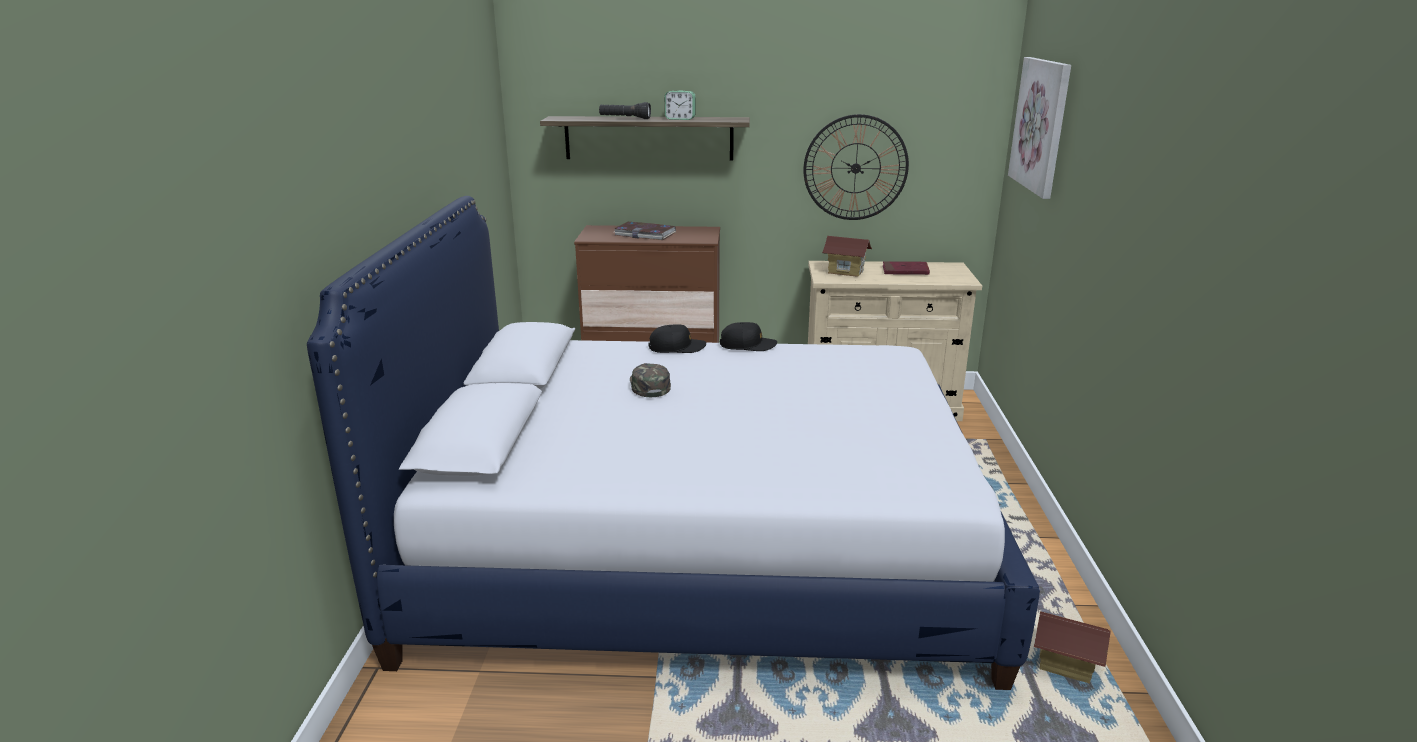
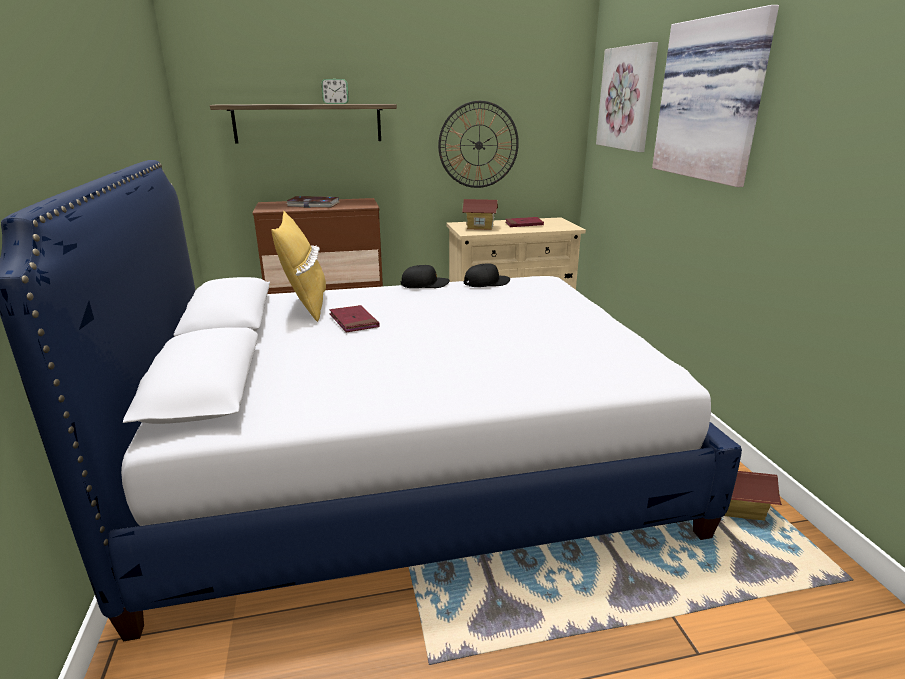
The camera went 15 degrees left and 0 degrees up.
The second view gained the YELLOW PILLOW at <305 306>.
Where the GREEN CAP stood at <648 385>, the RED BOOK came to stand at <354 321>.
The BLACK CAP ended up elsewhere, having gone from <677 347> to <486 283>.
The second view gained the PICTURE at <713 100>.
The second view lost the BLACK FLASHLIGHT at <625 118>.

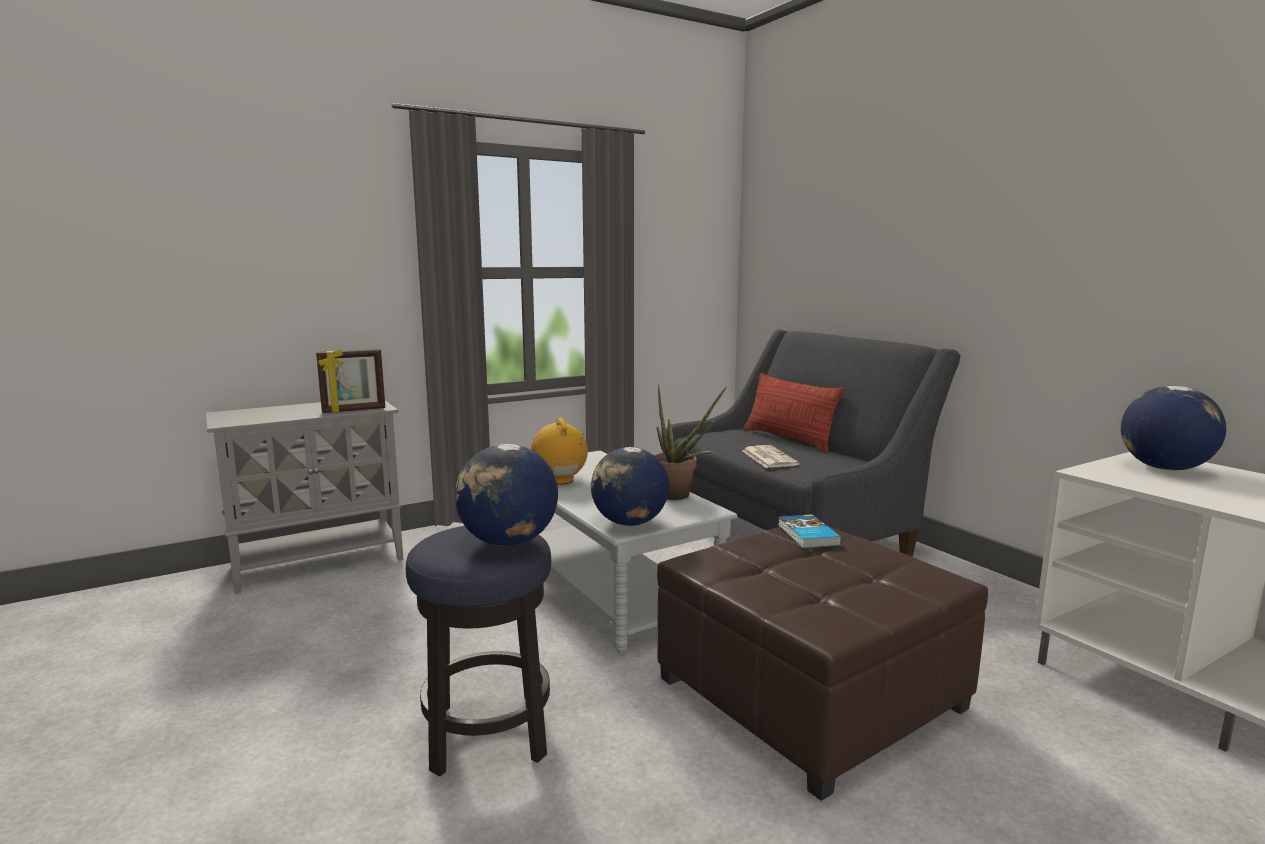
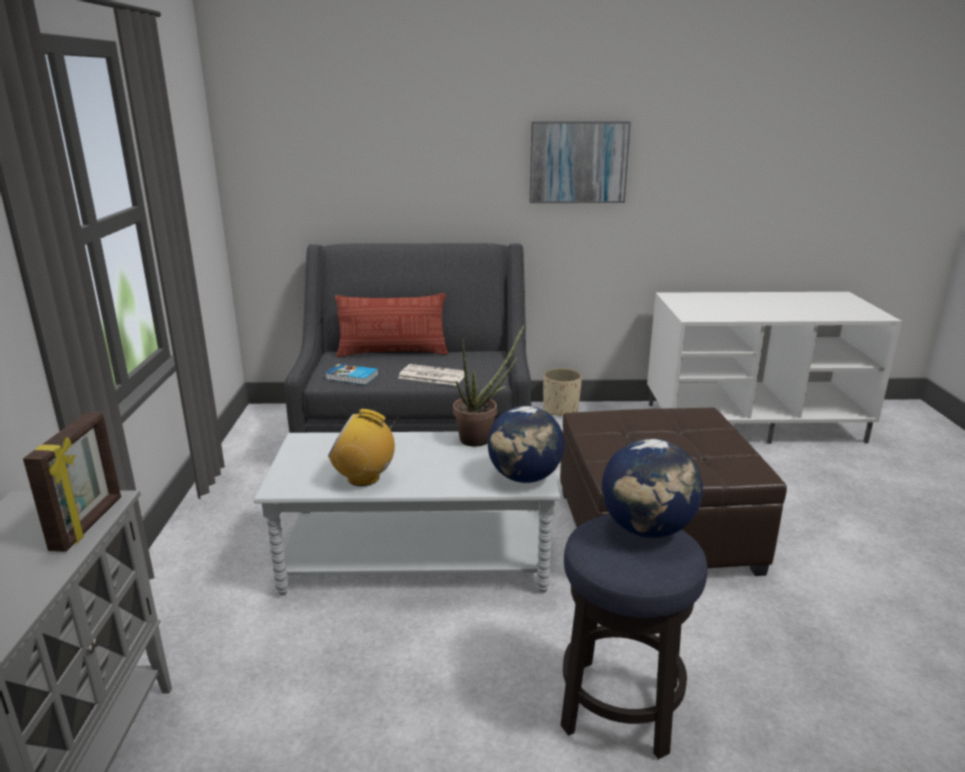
The camera went 60 degrees left and 10 degrees up.
The BOOK ended up elsewhere, having gone from <807 535> to <352 377>.
The second view gained the PICTURE at <578 162>.
The second view gained the BEIGE PLANTER at <561 410>.
The second view lost the GLOBE at <1164 468>.

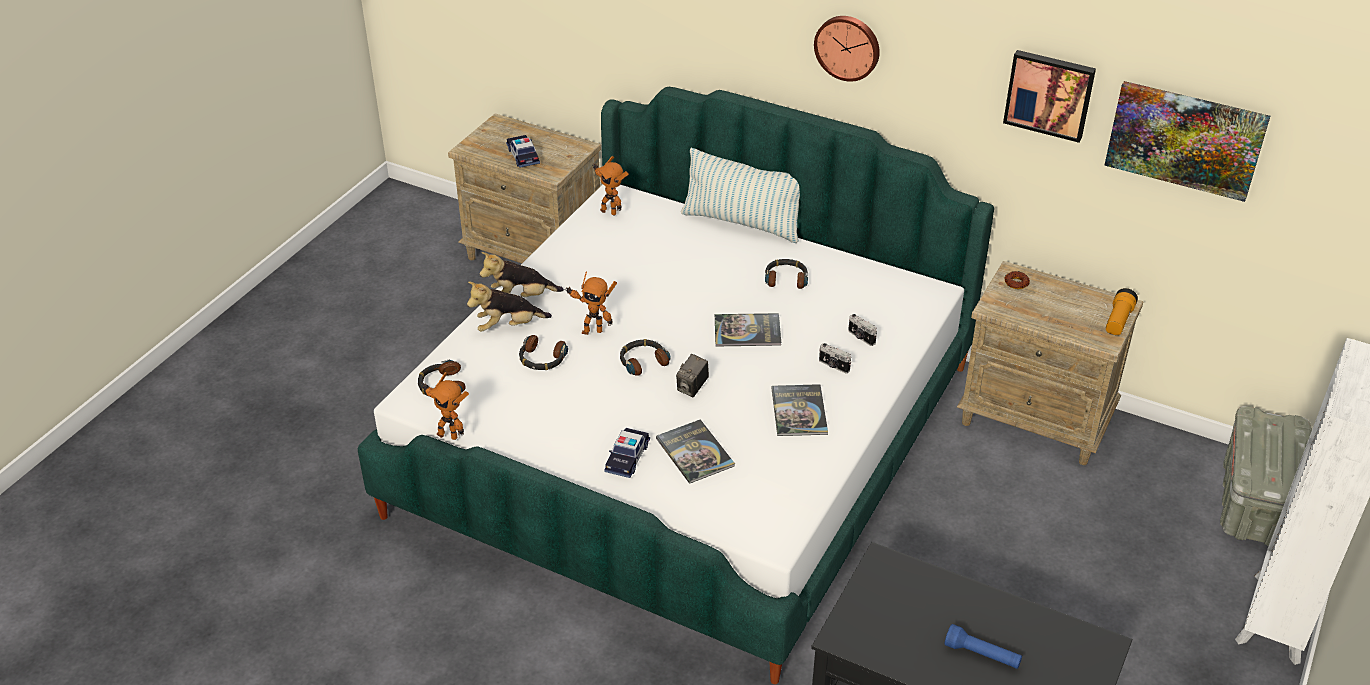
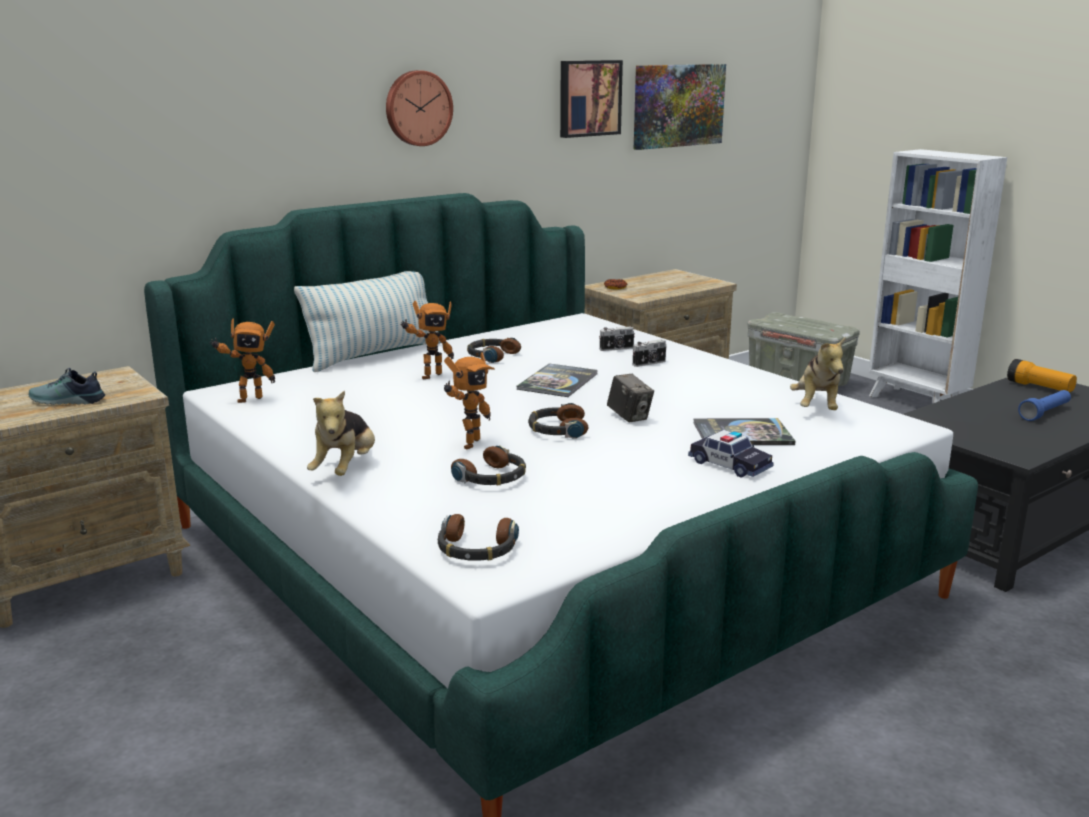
The camera went 65 degrees left and 20 degrees down.
Where the TOY CAR stood at <523 156>, the SHOE came to stand at <66 401>.
The TOY ROBOT ended up elsewhere, having gone from <448 434> to <429 375>.
The PLUSH TOY ended up elsewhere, having gone from <508 326> to <816 407>.
The FLASHLIGHT ended up elsewhere, having gone from <1118 321> to <1039 387>.
The second view lost the BOOK at <799 411>.

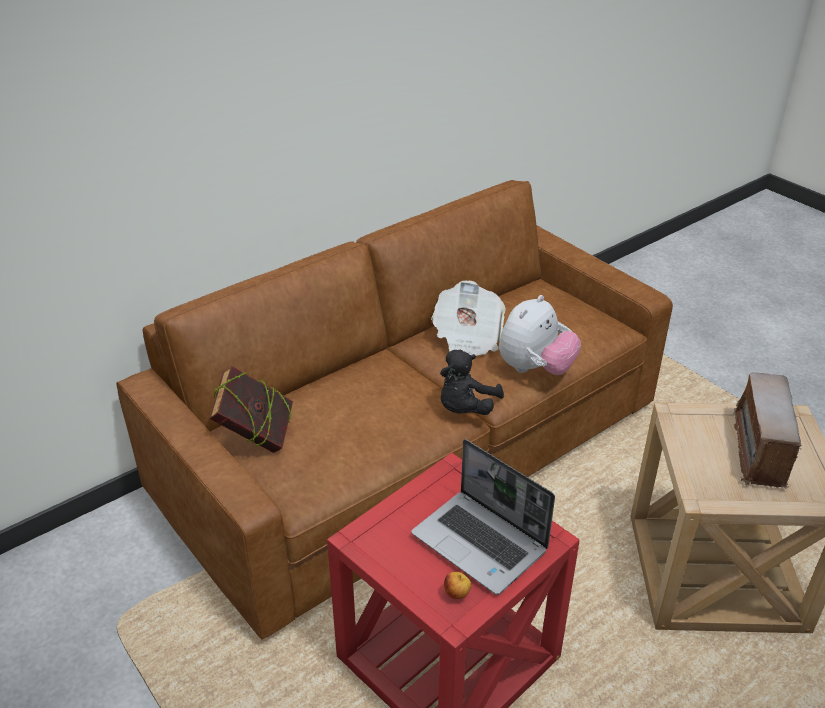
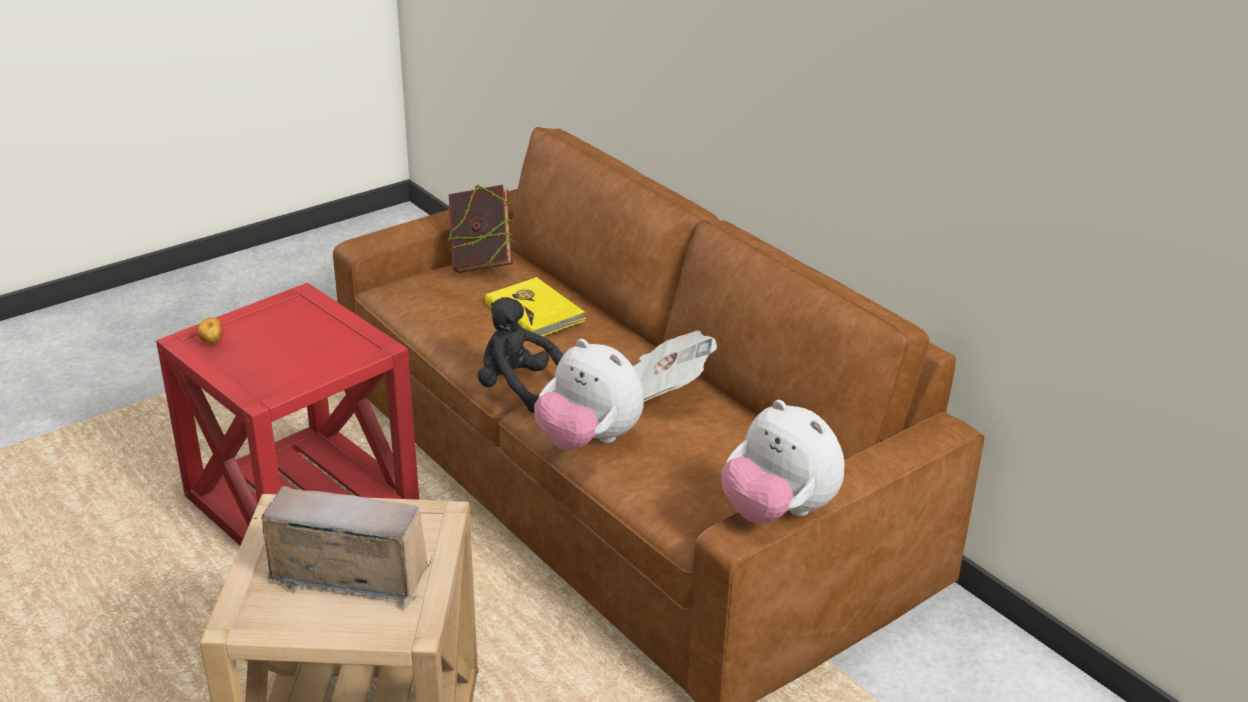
The camera went 90 degrees right and 5 degrees down.
The second view gained the YELLOW BOOK at <535 311>.
The second view gained the PLUSH TOY at <778 512>.
The second view lost the LAPTOP at <481 543>.

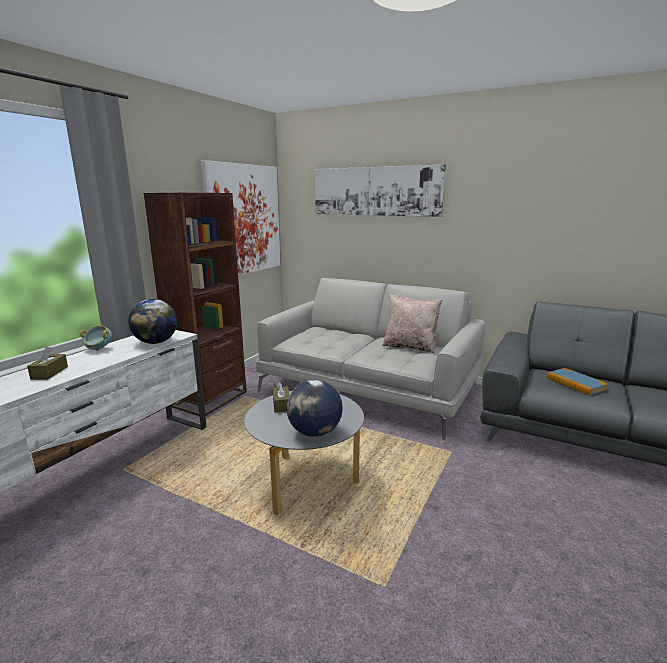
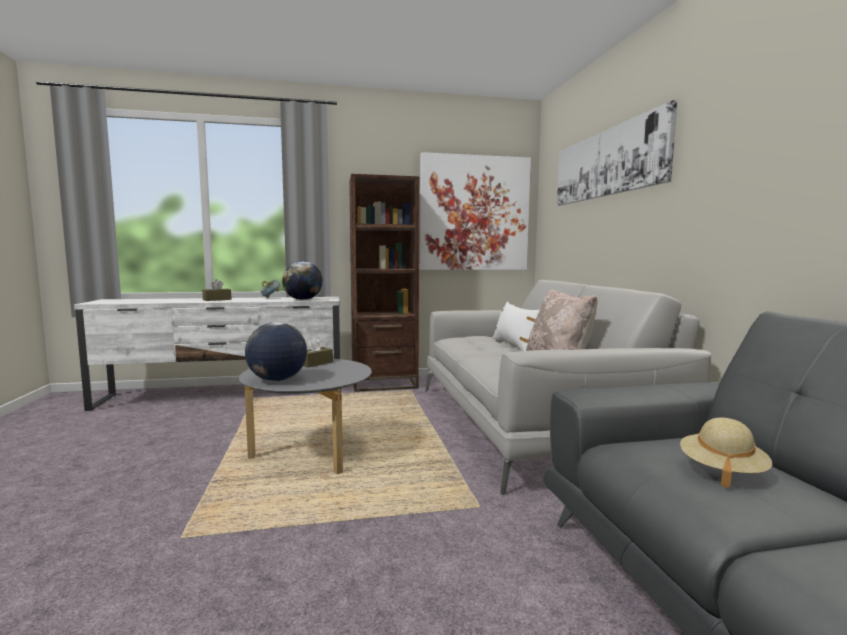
The camera went 50 degrees right and 10 degrees down.
The second view gained the WHITE PILLOW at <515 346>.
Where the BOOK stood at <575 383>, the BEIGE HAT came to stand at <721 471>.

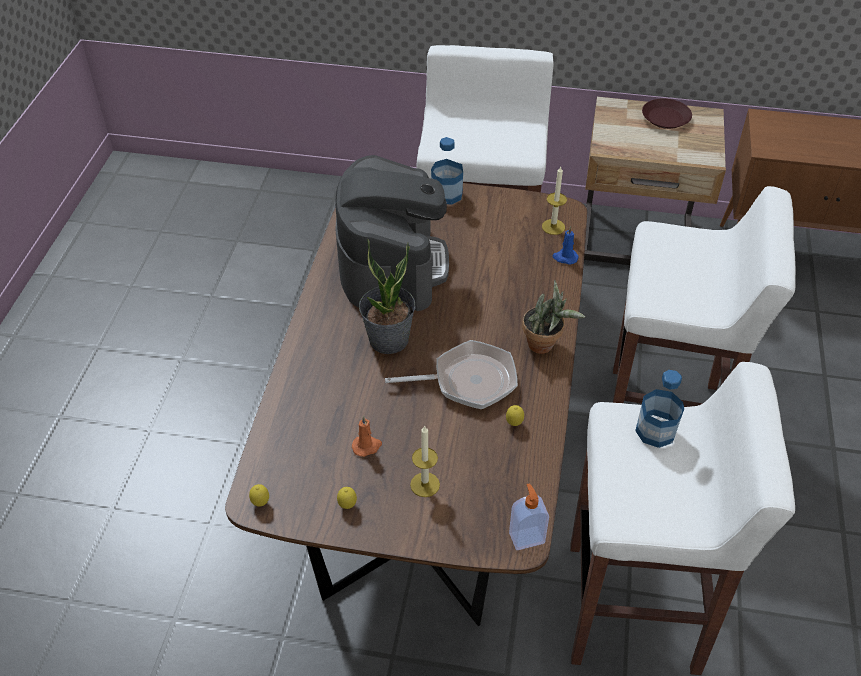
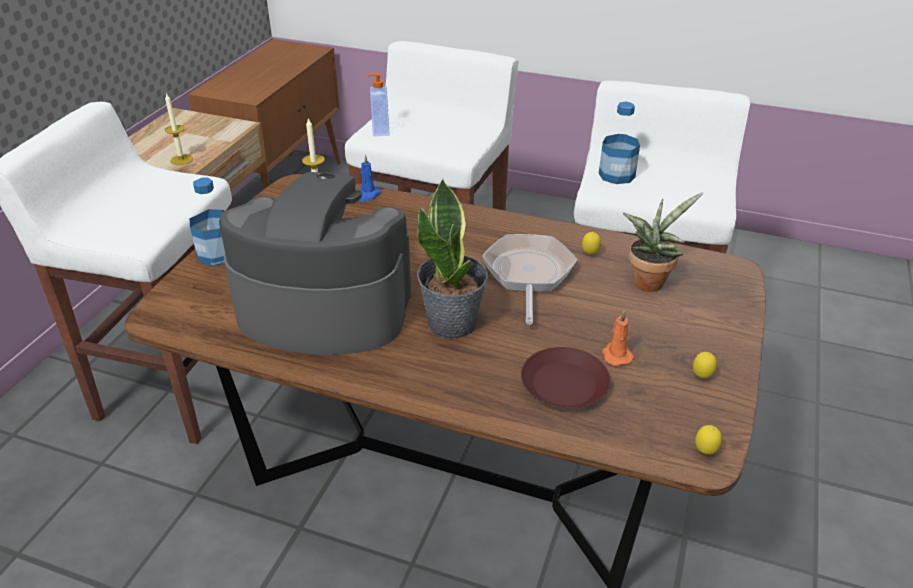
The camera went 80 degrees left and 10 degrees down.
The CANDLE ended up elsewhere, having gone from <425 484> to <181 160>.
The SOAP DISPENSER ended up elsewhere, having gone from <526 537> to <380 131>.
The BROWN PLATE ended up elsewhere, having gone from <665 118> to <563 384>.
The POTTED PLANT ended up elsewhere, having gone from <544 345> to <649 280>.

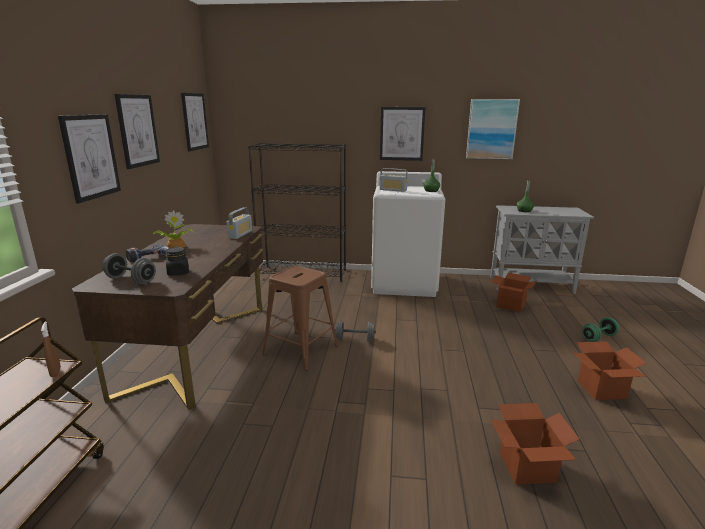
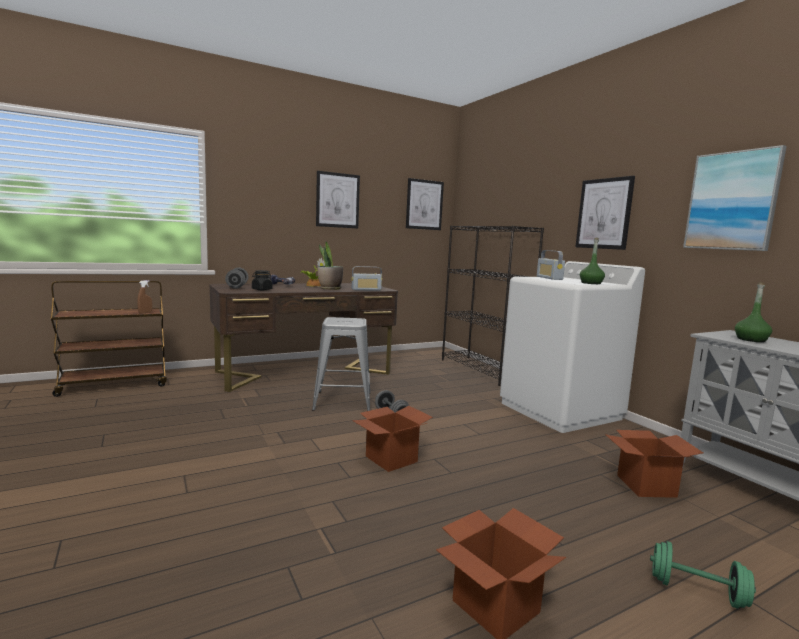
The camera went 55 degrees right and 10 degrees down.
What was the BROWN STOOL at <300 349> turned into the GREY STOOL at <343 401>.
The second view gained the POTTED PLANT at <330 289>.
The CARDBOARD BOX ended up elsewhere, having gone from <527 467> to <391 459>.
The second view lost the PICTURE at <91 157>.

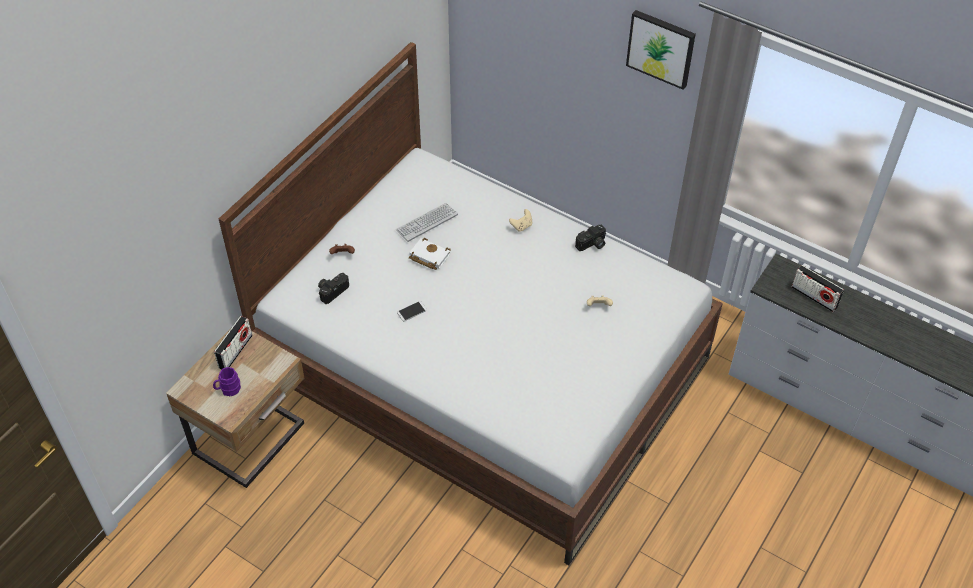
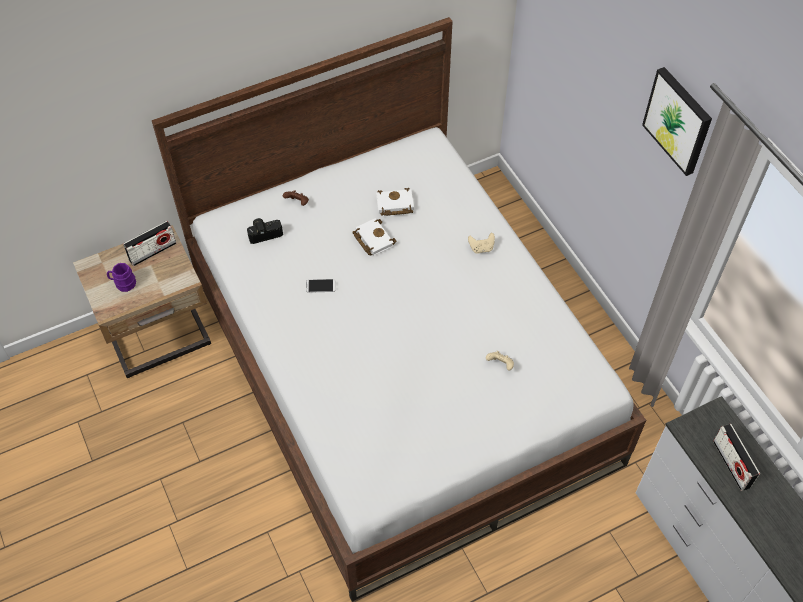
The camera went 30 degrees right and 5 degrees up.
Where the KEYBOARD stood at <427 222>, the WHITE BOOK came to stand at <394 205>.
The second view lost the PHOTO CAMERA at <592 244>.

